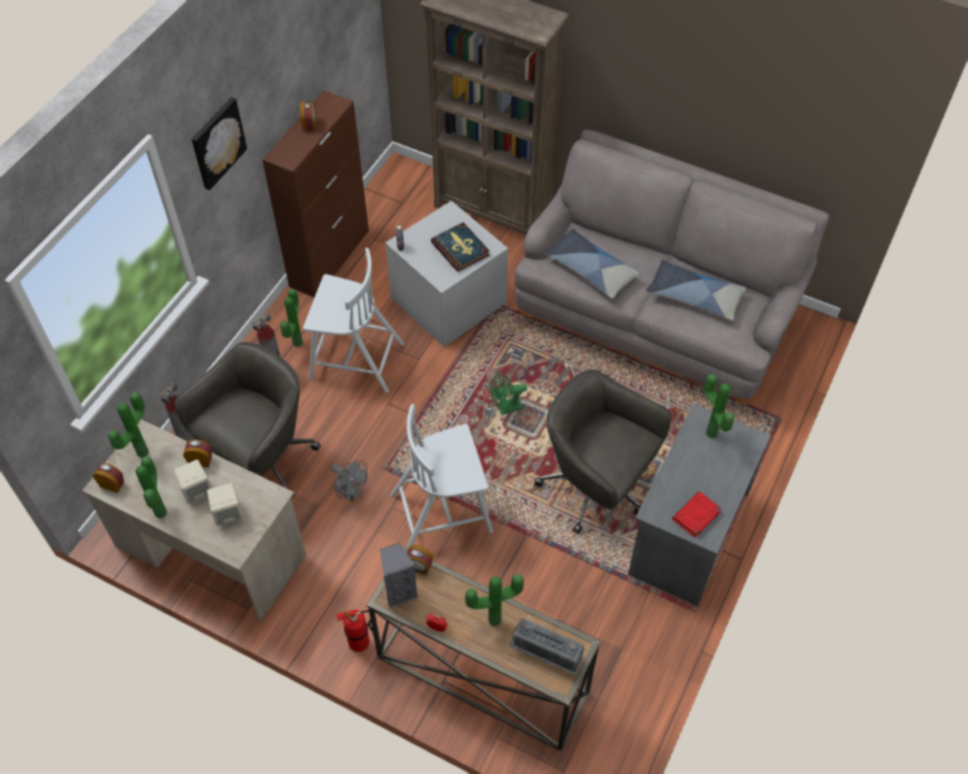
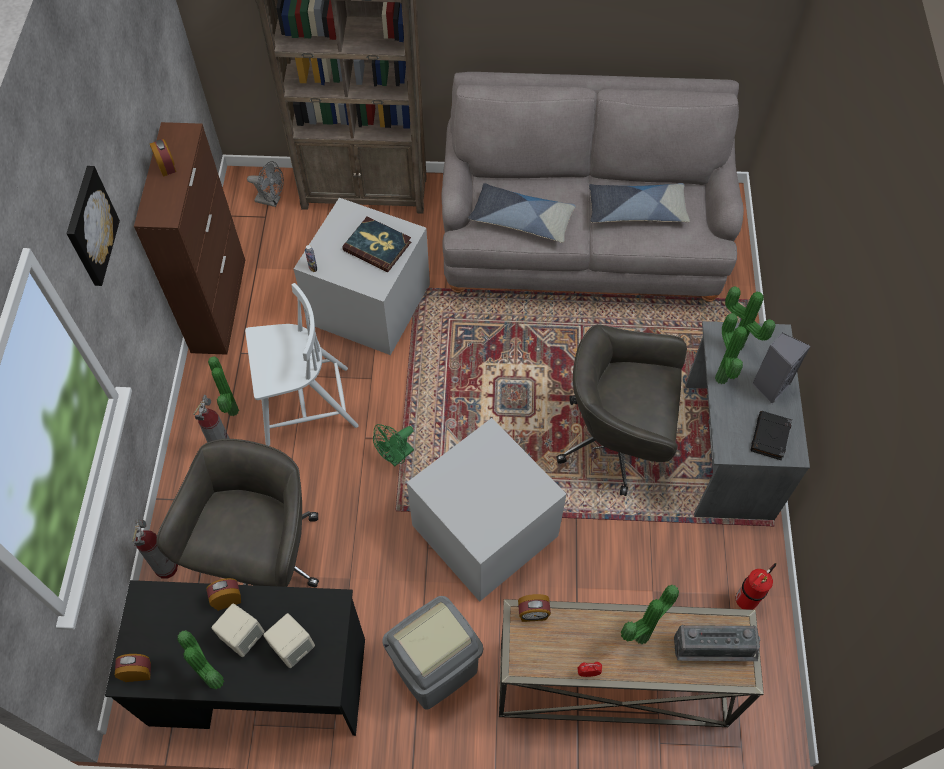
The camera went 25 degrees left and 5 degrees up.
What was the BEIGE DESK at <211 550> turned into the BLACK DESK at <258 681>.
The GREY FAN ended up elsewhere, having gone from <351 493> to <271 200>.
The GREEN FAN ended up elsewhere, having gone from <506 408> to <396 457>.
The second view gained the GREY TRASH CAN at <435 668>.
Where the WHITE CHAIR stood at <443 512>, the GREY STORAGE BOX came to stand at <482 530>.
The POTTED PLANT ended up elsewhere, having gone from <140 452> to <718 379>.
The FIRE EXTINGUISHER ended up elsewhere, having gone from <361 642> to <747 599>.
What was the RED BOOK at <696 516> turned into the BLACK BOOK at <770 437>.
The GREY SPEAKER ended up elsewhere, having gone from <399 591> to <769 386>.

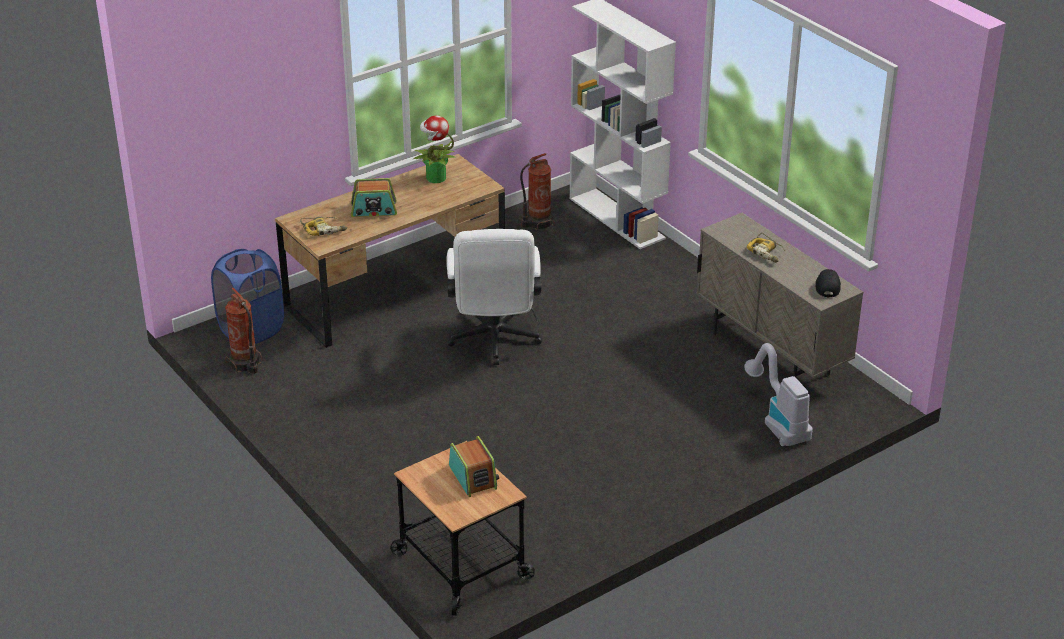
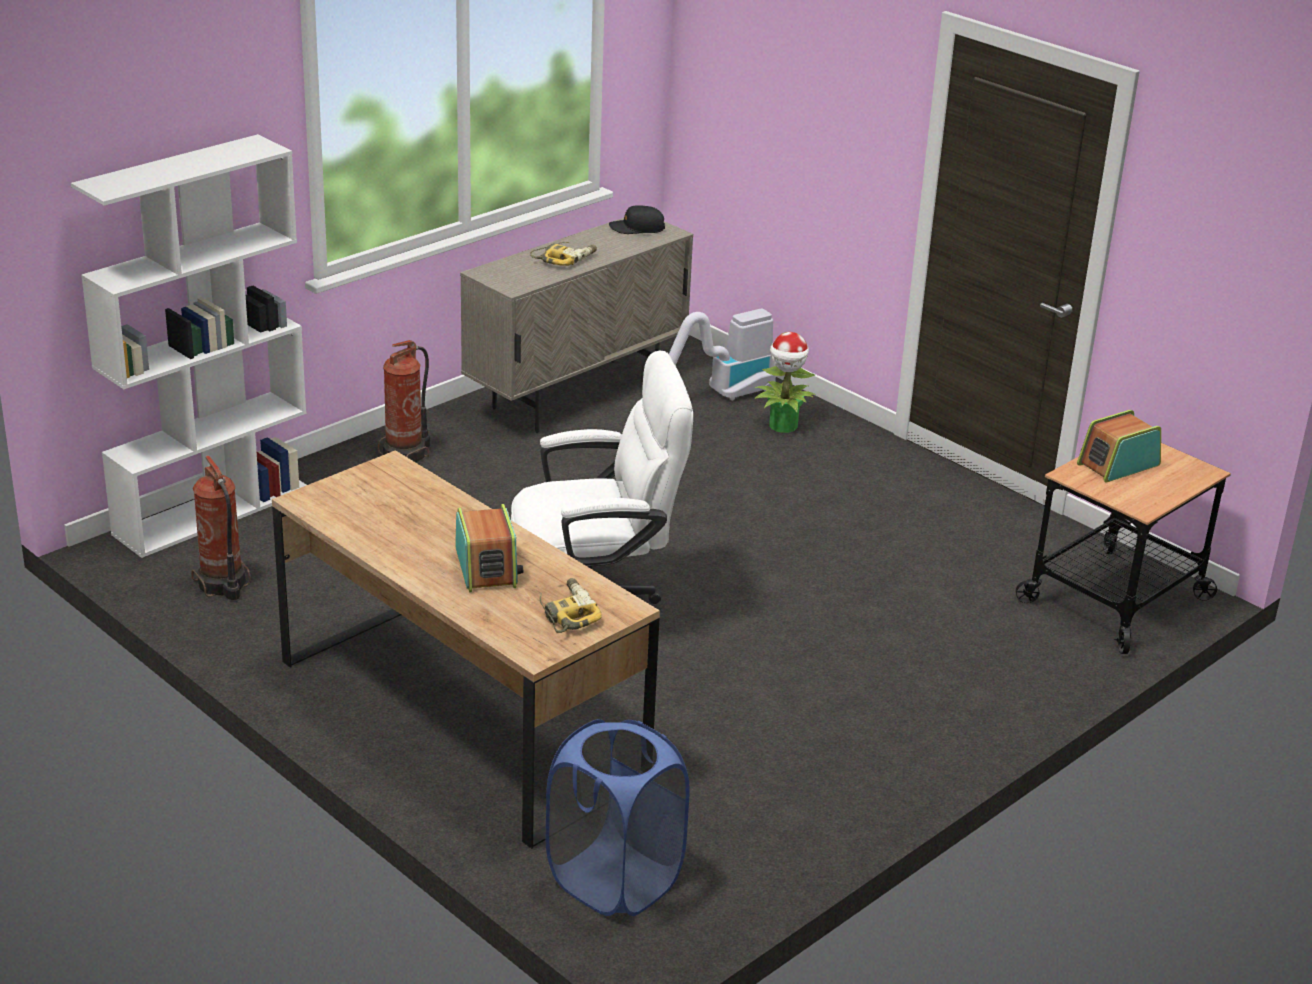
The camera went 100 degrees left and 5 degrees down.
The FIRE EXTINGUISHER ended up elsewhere, having gone from <245 364> to <407 454>.
The POTTED PLANT ended up elsewhere, having gone from <435 178> to <783 426>.

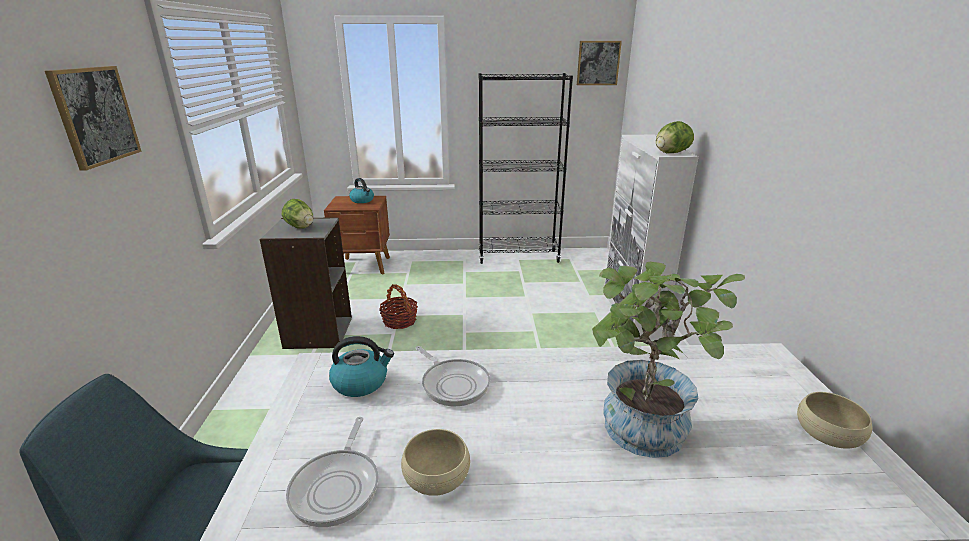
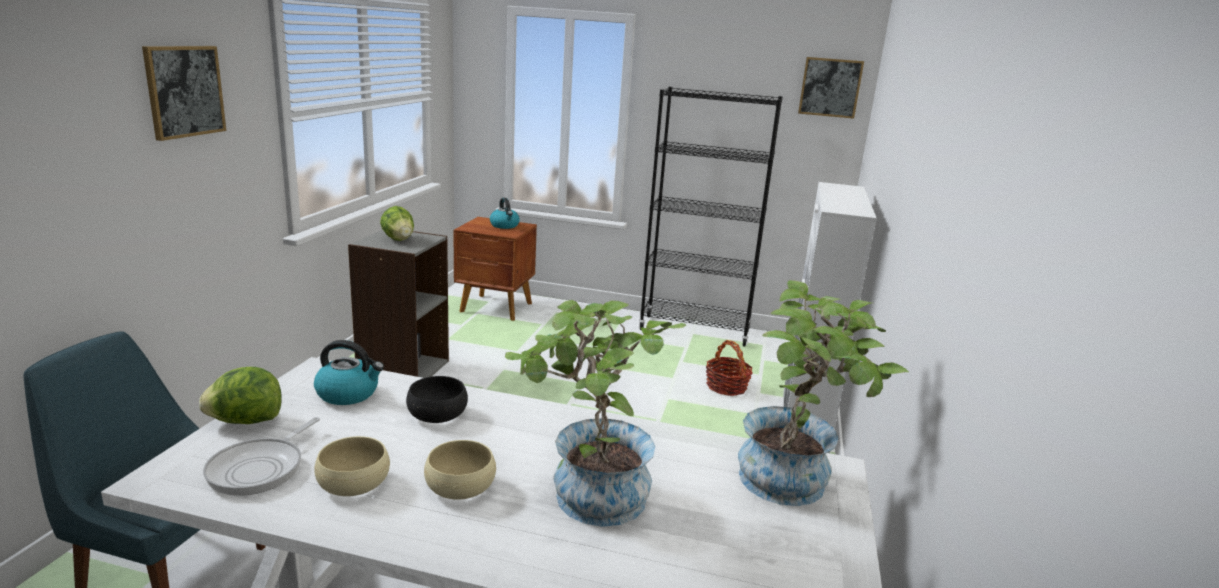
The camera went 15 degrees right and 5 degrees down.
The LETTUCE ended up elsewhere, having gone from <671 153> to <246 421>.
Where the FRYING PAN stood at <453 383>, the BLACK BOWL came to stand at <437 414>.
The BEIGE BOWL ended up elsewhere, having gone from <828 433> to <460 487>.
The BASKET ended up elsewhere, having gone from <399 321> to <726 387>.
The second view gained the POTTED PLANT at <795 484>.

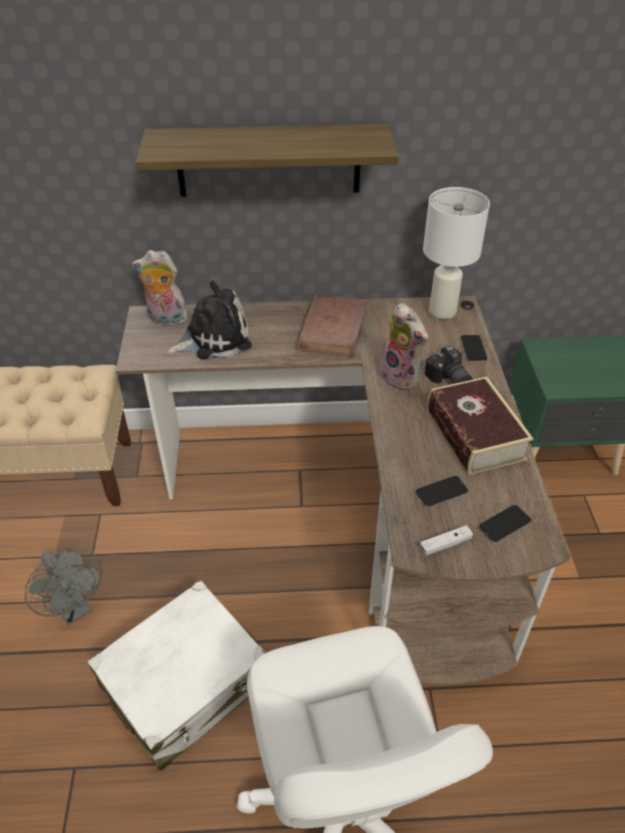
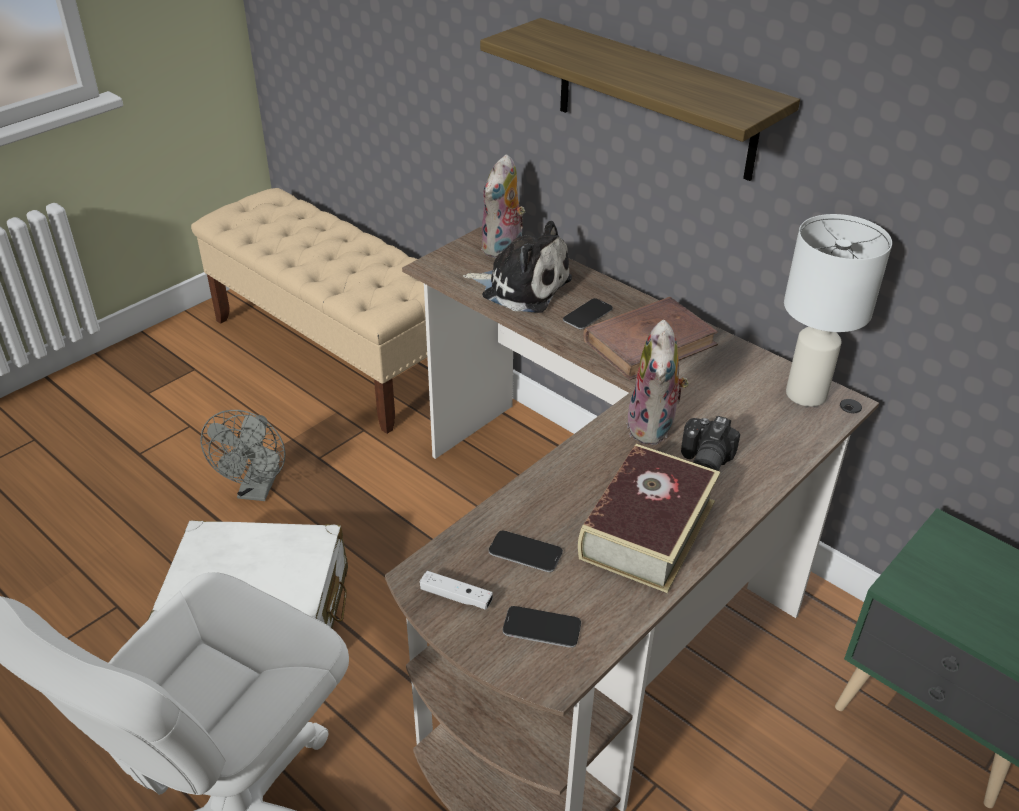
The camera went 45 degrees right and 5 degrees down.
The PLUSH TOY at <165 319> ended up facing another way, 120 degrees counterclockwise from before.
The PHONE ended up elsewhere, having gone from <473 349> to <587 315>.

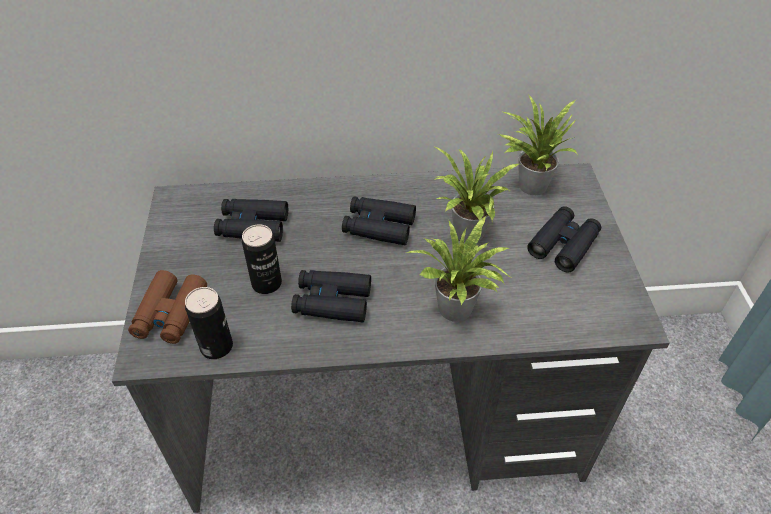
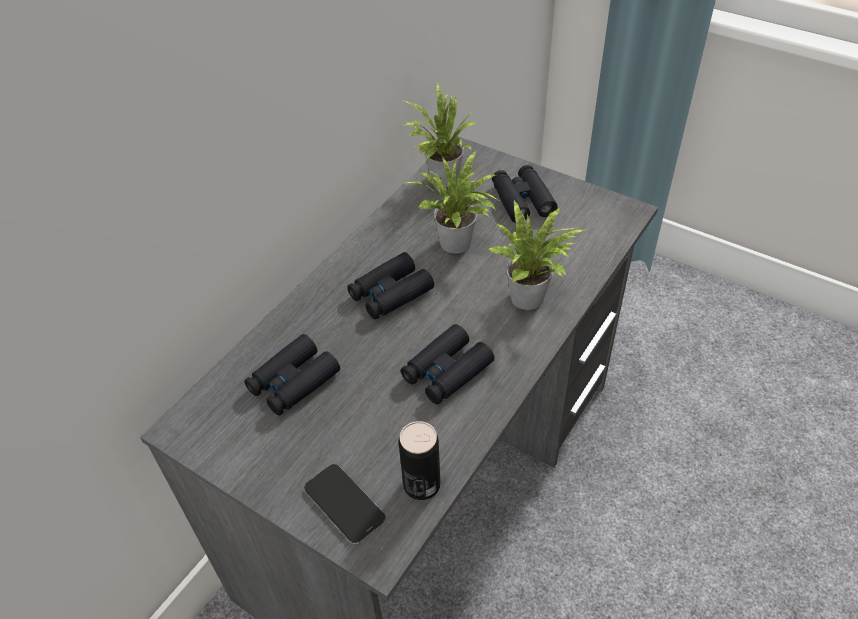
The camera went 50 degrees left and 0 degrees up.
Where the BROWN BINOCULARS stood at <170 314>, the PHONE came to stand at <344 504>.
The second view lost the CAN at <266 283>.

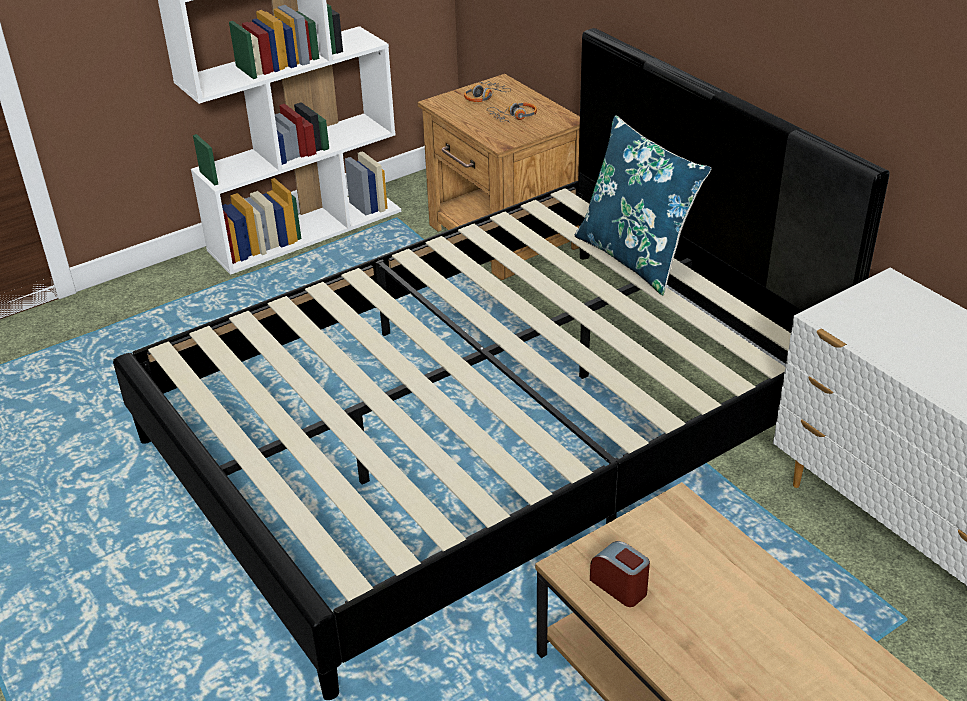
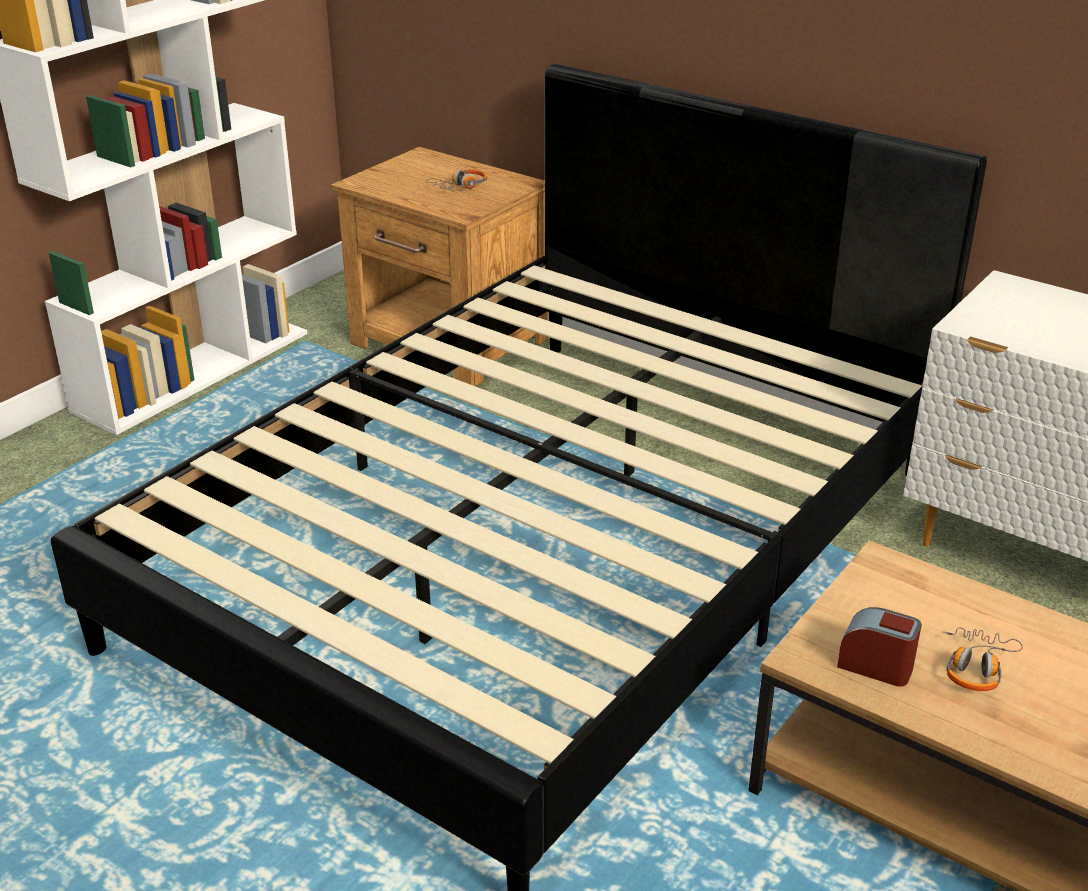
The camera went 20 degrees left and 5 degrees down.
The HEADPHONES ended up elsewhere, having gone from <484 97> to <976 667>.
The second view lost the BLUE PILLOW at <635 257>.

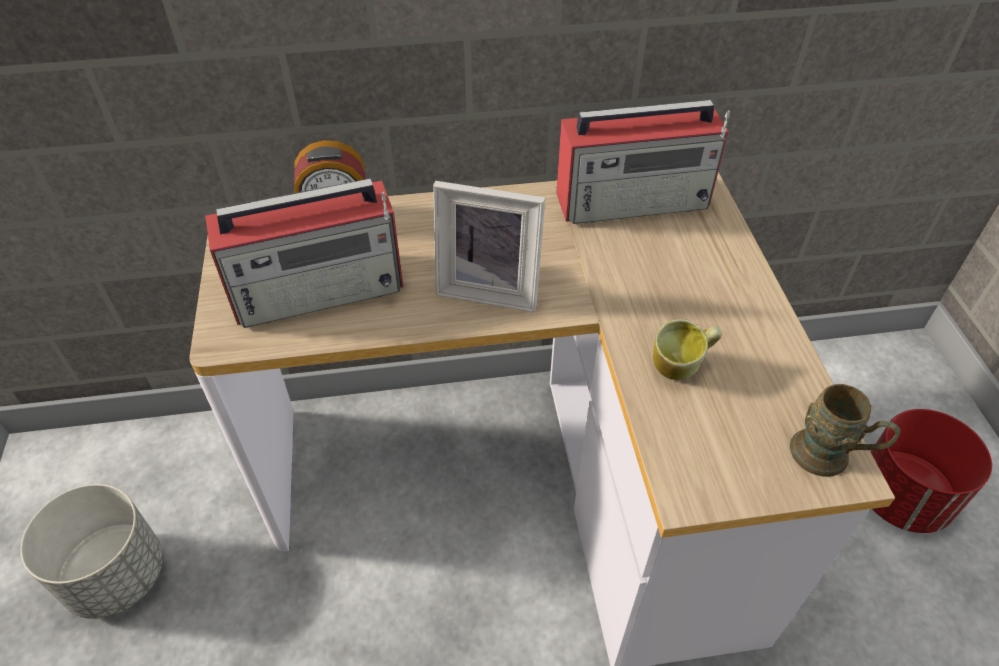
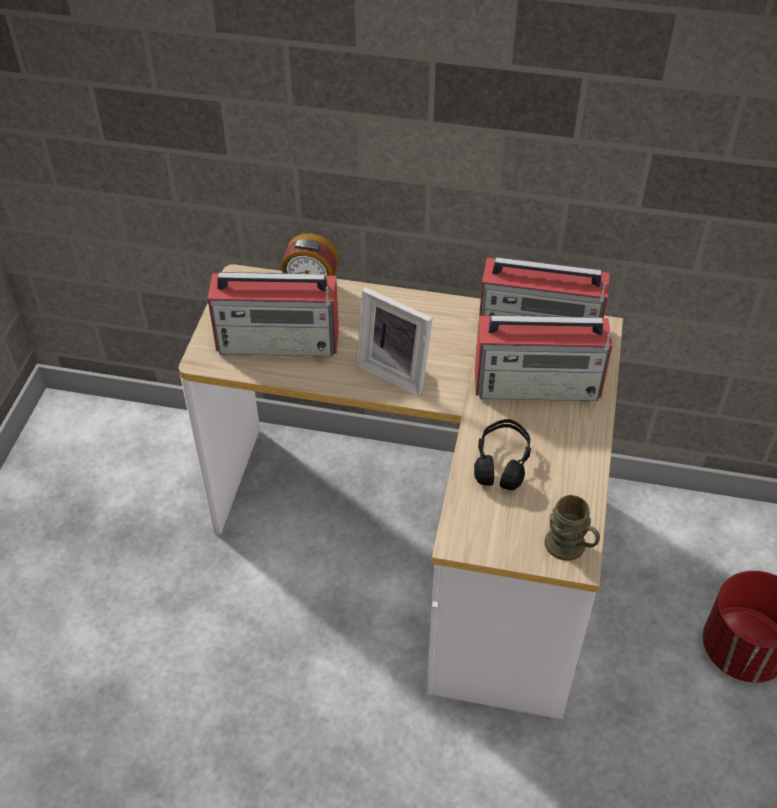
The camera went 20 degrees right and 0 degrees up.
Where the MUG stood at <680 368>, the BLACK HEADPHONES came to stand at <501 462>.
The second view gained the RADIO at <539 384>.
The second view lost the GREY PLANTER at <116 576>.

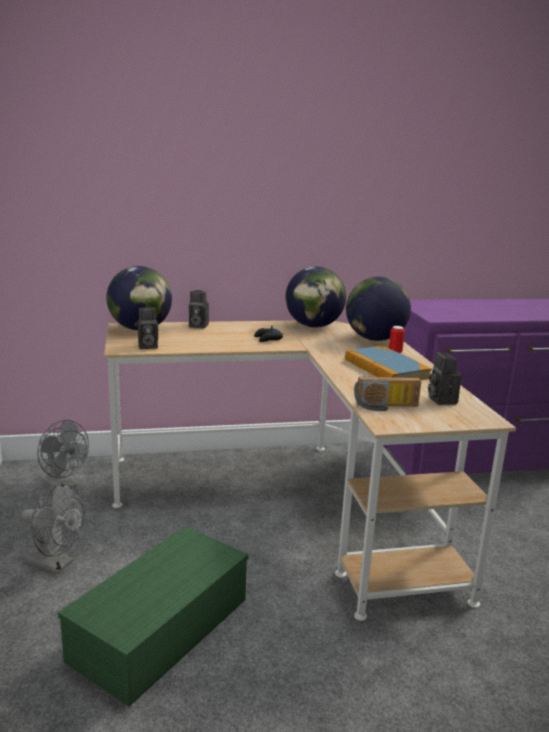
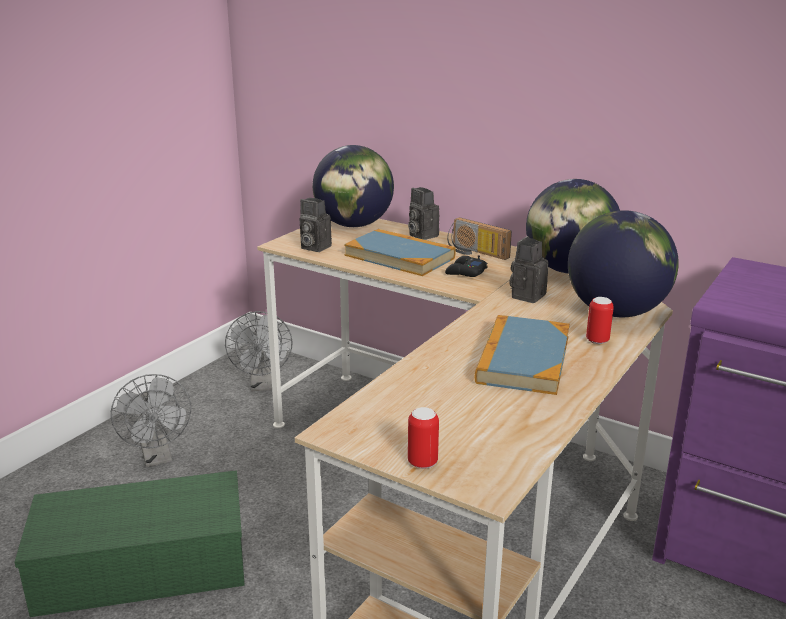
The camera went 45 degrees right and 5 degrees up.
The second view gained the BOOK at <399 257>.
The second view gained the CAN at <422 462>.
The RADIO ended up elsewhere, having gone from <386 407> to <475 253>.
The PHOTO CAMERA ended up elsewhere, having gone from <440 400> to <527 295>.

